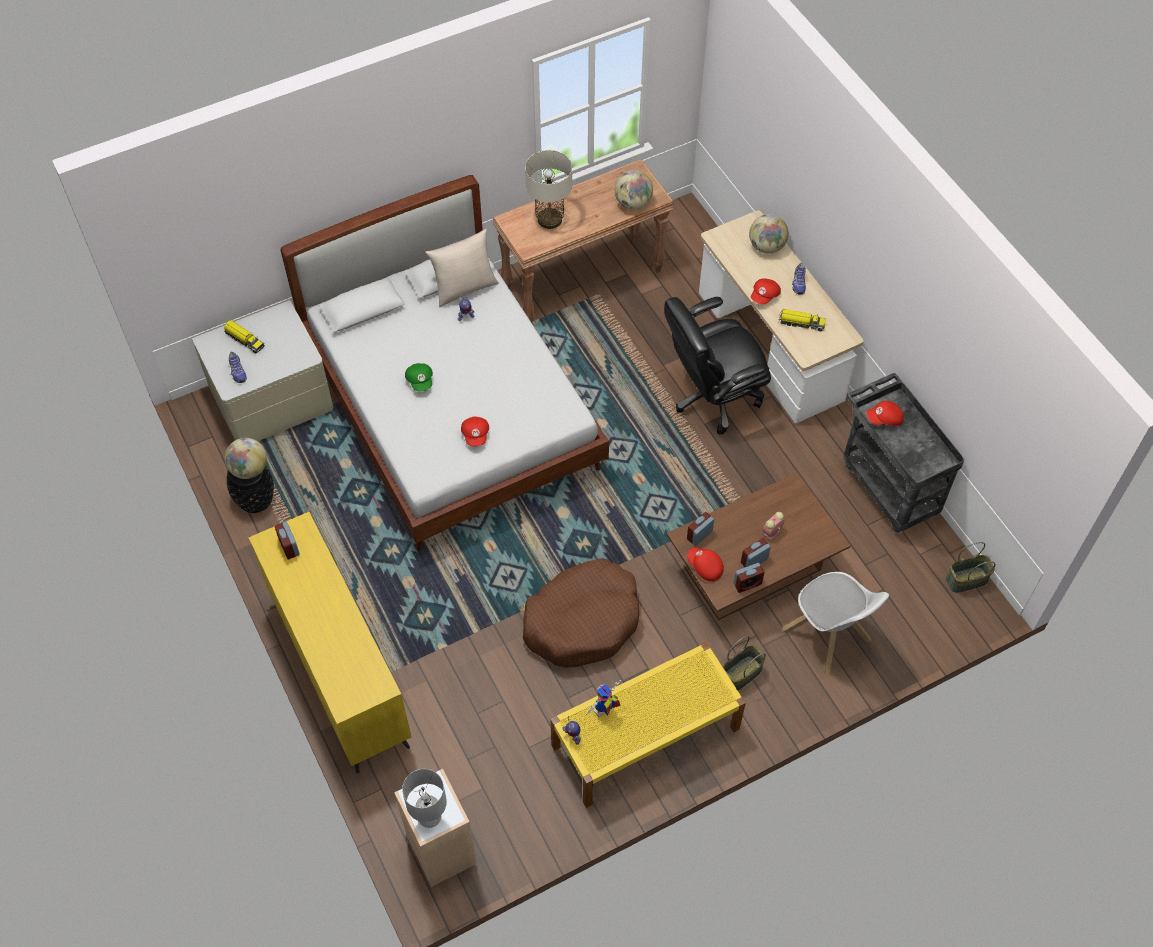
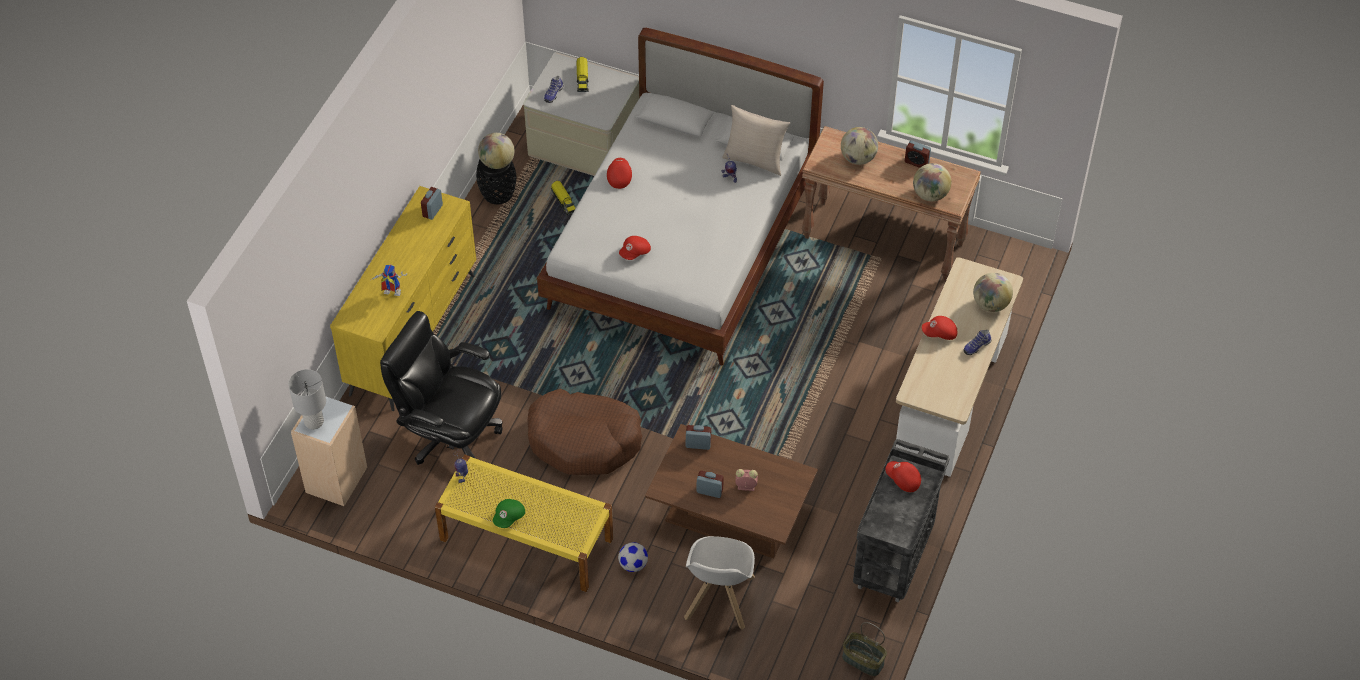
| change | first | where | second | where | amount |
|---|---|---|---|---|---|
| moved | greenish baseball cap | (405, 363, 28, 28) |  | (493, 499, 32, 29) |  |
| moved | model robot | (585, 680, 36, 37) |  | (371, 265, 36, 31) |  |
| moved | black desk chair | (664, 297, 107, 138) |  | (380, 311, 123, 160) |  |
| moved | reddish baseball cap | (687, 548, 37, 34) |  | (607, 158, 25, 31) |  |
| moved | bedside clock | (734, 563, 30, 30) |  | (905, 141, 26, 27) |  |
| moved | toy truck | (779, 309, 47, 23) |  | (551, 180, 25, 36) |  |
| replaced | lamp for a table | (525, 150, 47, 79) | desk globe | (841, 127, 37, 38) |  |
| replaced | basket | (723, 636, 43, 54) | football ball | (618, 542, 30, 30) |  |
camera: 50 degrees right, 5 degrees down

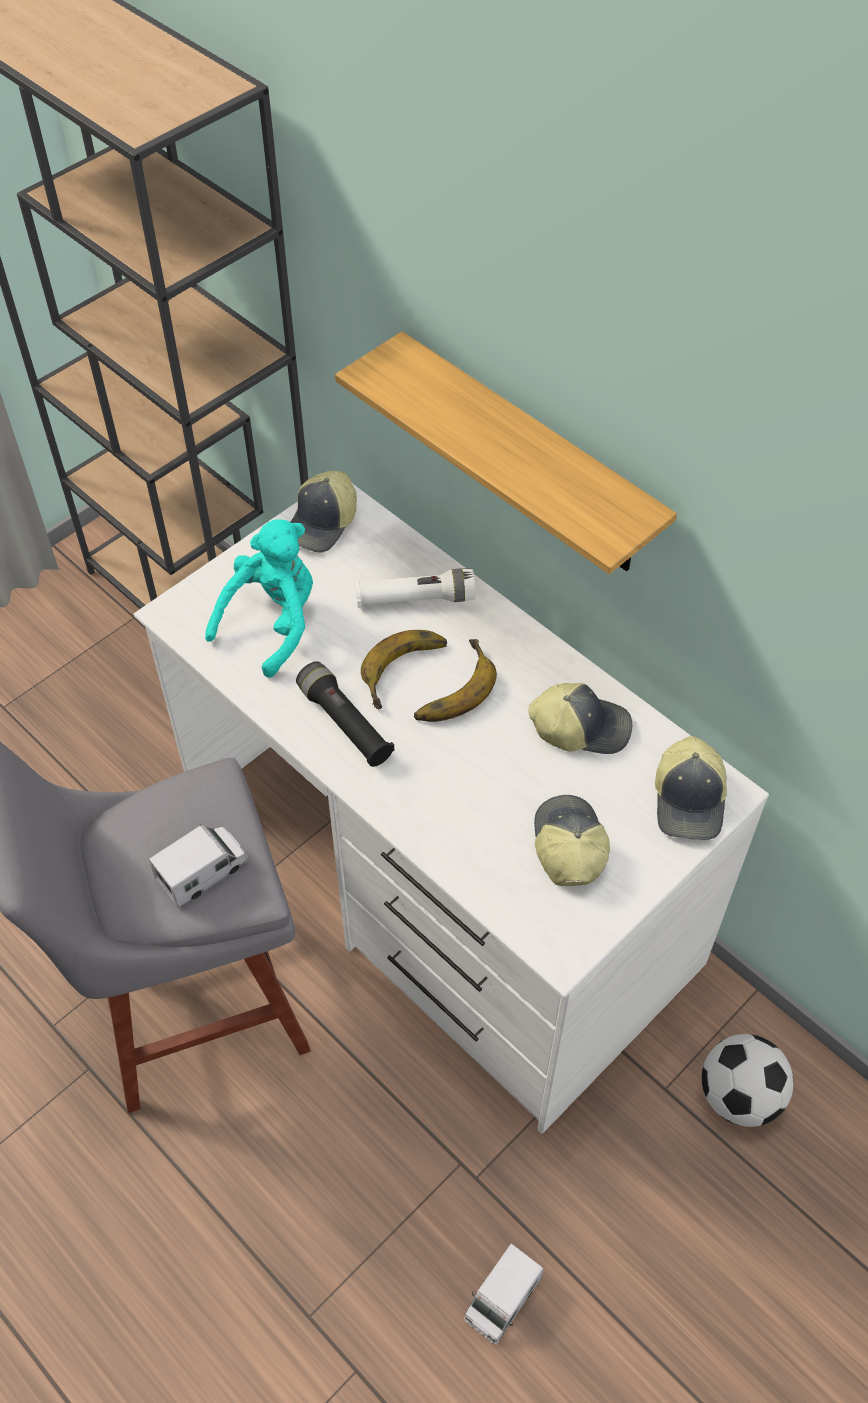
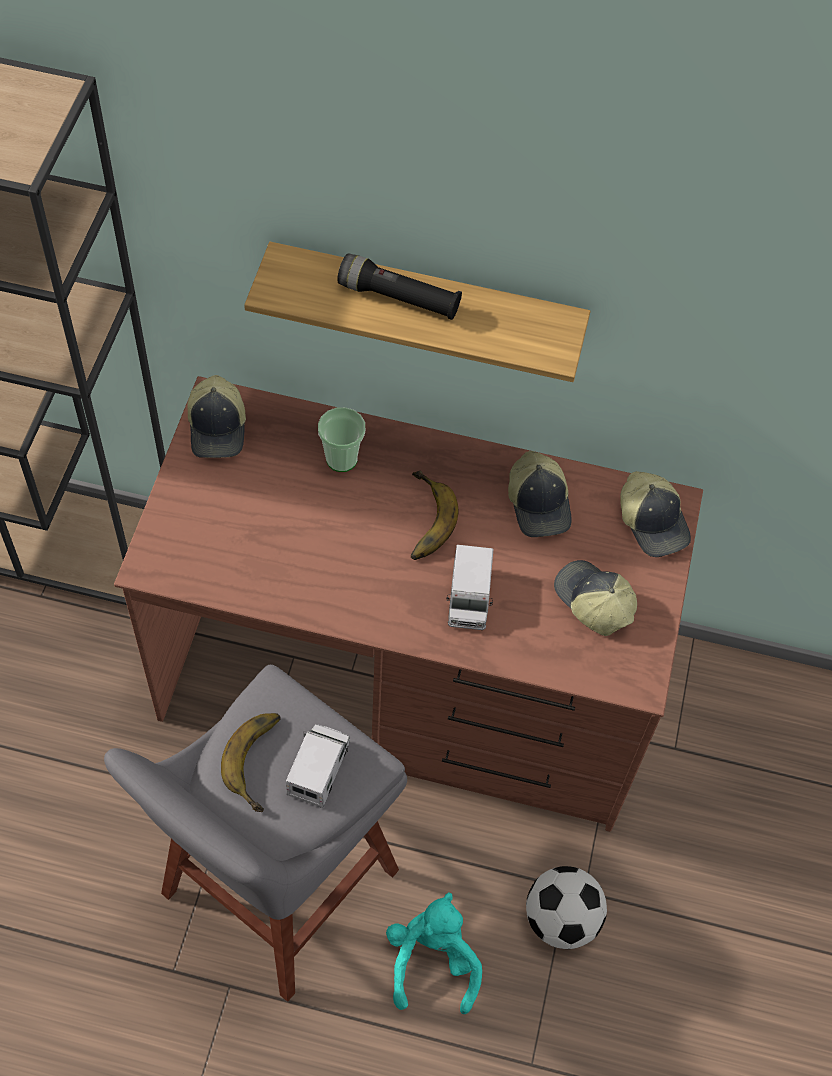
| change | first | where | second | where | amount |
|---|---|---|---|---|---|
| moved | turquoise plush toy | (205, 519, 108, 159) |  | (386, 892, 96, 122) |  |
| moved | black flashlight | (296, 661, 98, 106) |  | (337, 253, 125, 67) |  |
| moved | banana fruit | (361, 630, 86, 79) |  | (221, 713, 60, 99) |  |
| moved | toy truck | (464, 1244, 79, 100) |  | (447, 545, 46, 85) |  |
| moved | football ball | (702, 1034, 92, 93) |  | (526, 866, 81, 83) |  |
| replaced | white flashlight | (355, 568, 120, 40) | small cup | (318, 407, 47, 65) |  |
| recoloured | white desk unit | (134, 483, 635, 651) | brown desk unit | (114, 376, 589, 456) |  |
| turned | baseball cap | (528, 683, 104, 71) |  | (508, 451, 63, 86) | 105 degrees clockwise |
camera: 35 degrees left, 5 degrees up

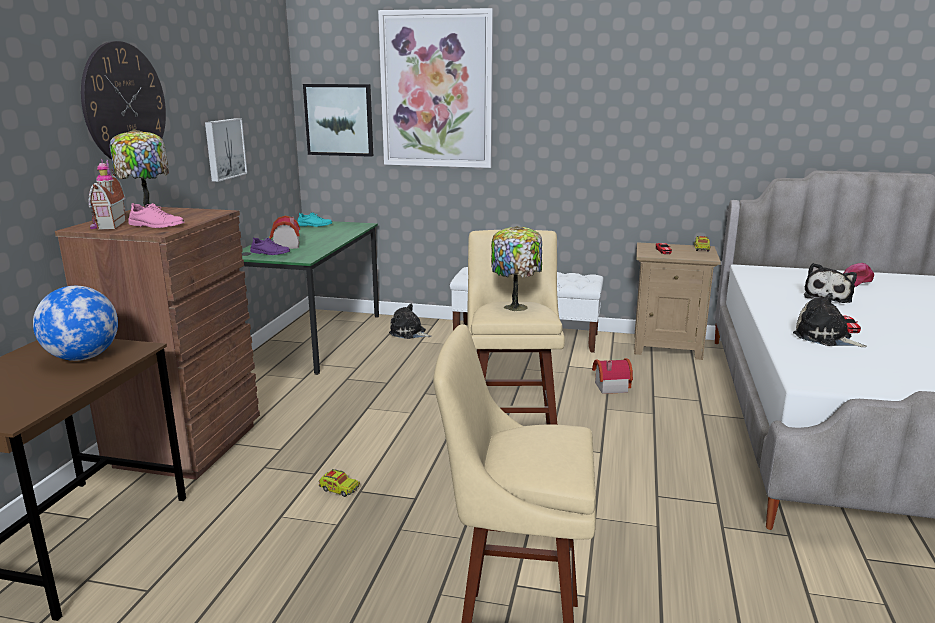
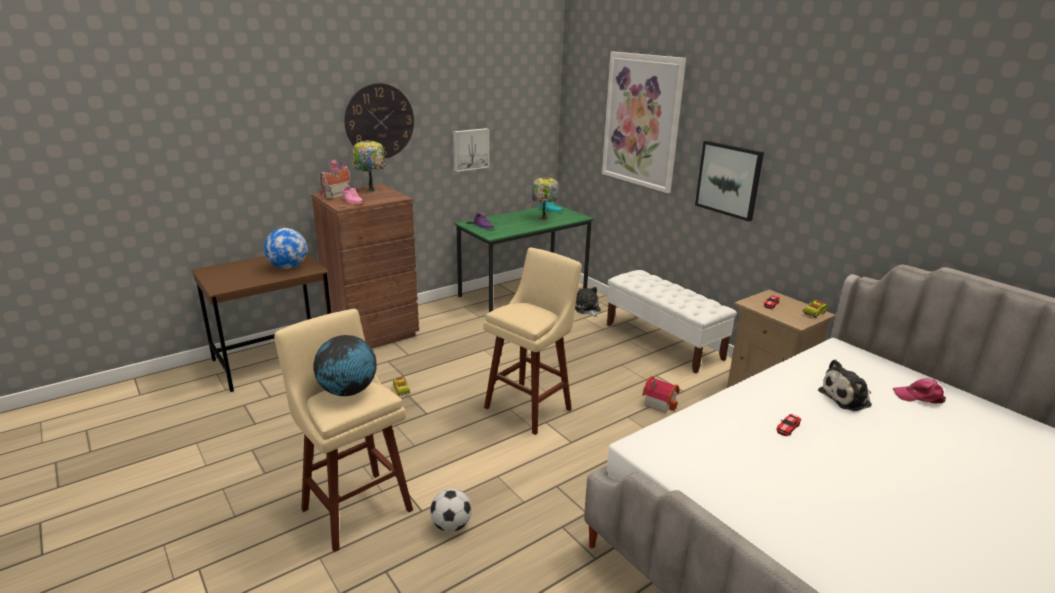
| change | first | where | second | where | amount |
|---|---|---|---|---|---|
| removed | miniature house | (269, 216, 31, 33) |  |  |  |
| removed | plush toy | (793, 293, 74, 54) |  |  |  |
| added |  |  | desk globe | (313, 335, 64, 61) |  |
| added |  |  | football ball | (430, 489, 42, 43) |  |
| moved | wall picture | (303, 84, 70, 73) |  | (695, 141, 69, 81) |  |
| moved | lamp for a table | (491, 226, 51, 85) |  | (532, 177, 26, 44) |  |
camera: 40 degrees right, 5 degrees up

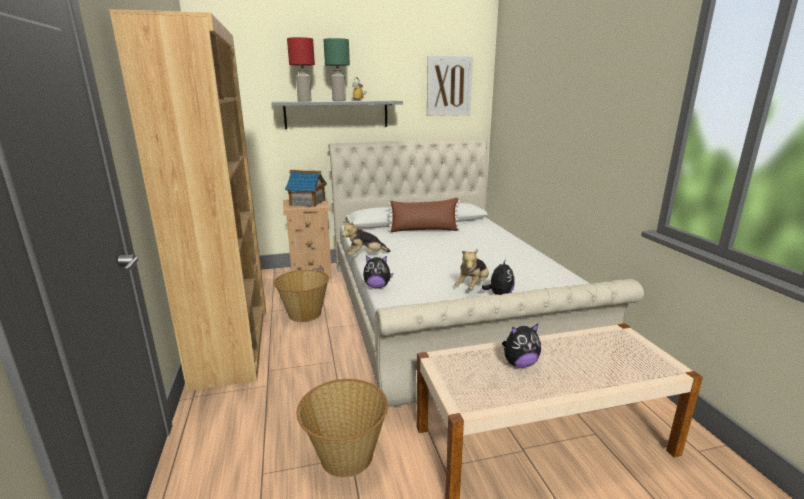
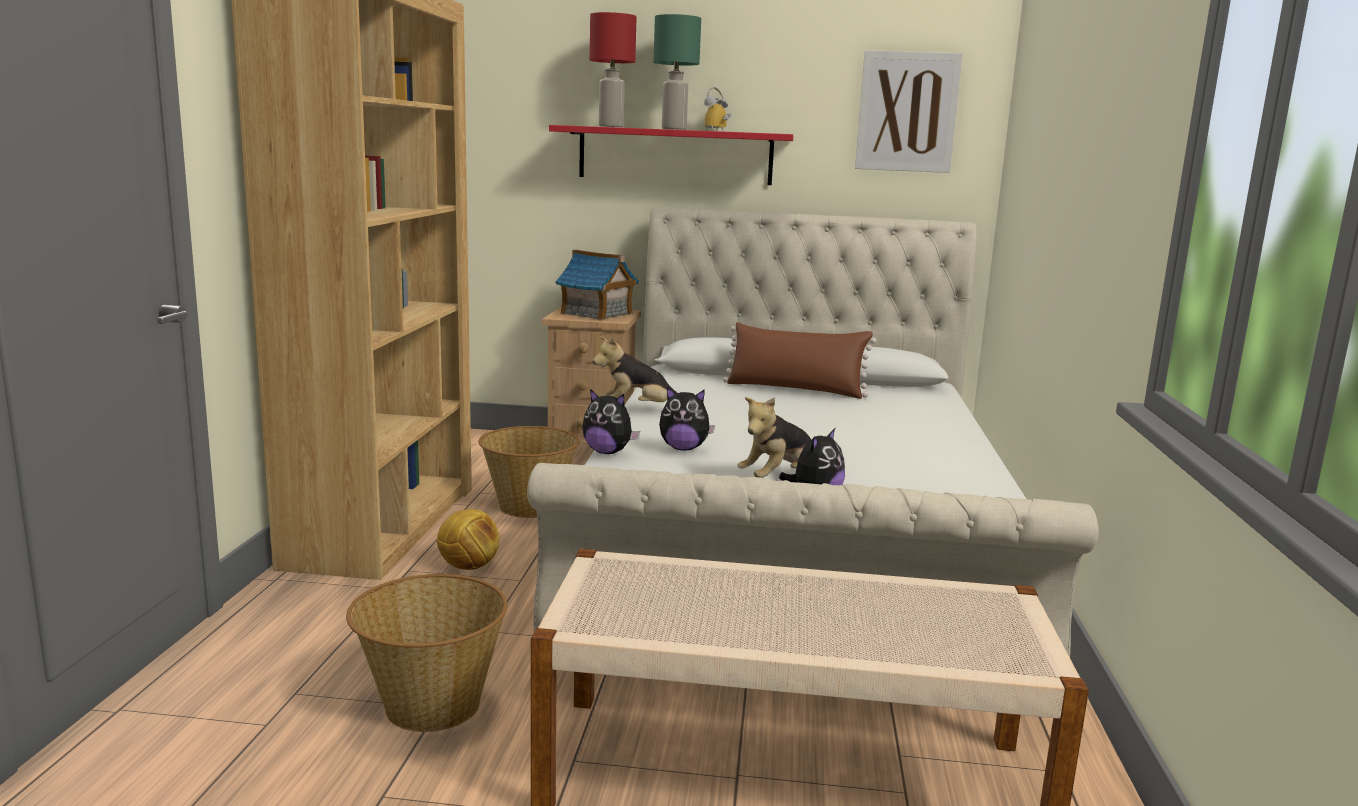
| change | first | where | second | where | amount |
|---|---|---|---|---|---|
| added |  |  | football ball | (437, 509, 62, 61) |  |
| moved | plush toy | (502, 324, 39, 44) |  | (659, 387, 56, 63) |  |
| recoloured | gray bracket shelf | (271, 100, 132, 29) | reddish bracket shelf | (549, 125, 244, 60) |  |
camera: 20 degrees right, 5 degrees down

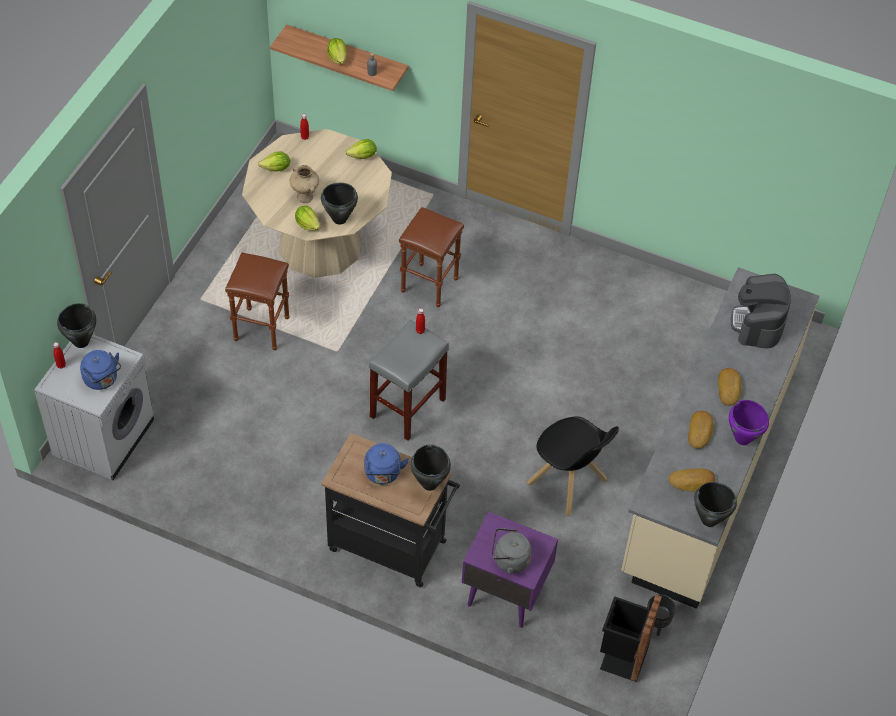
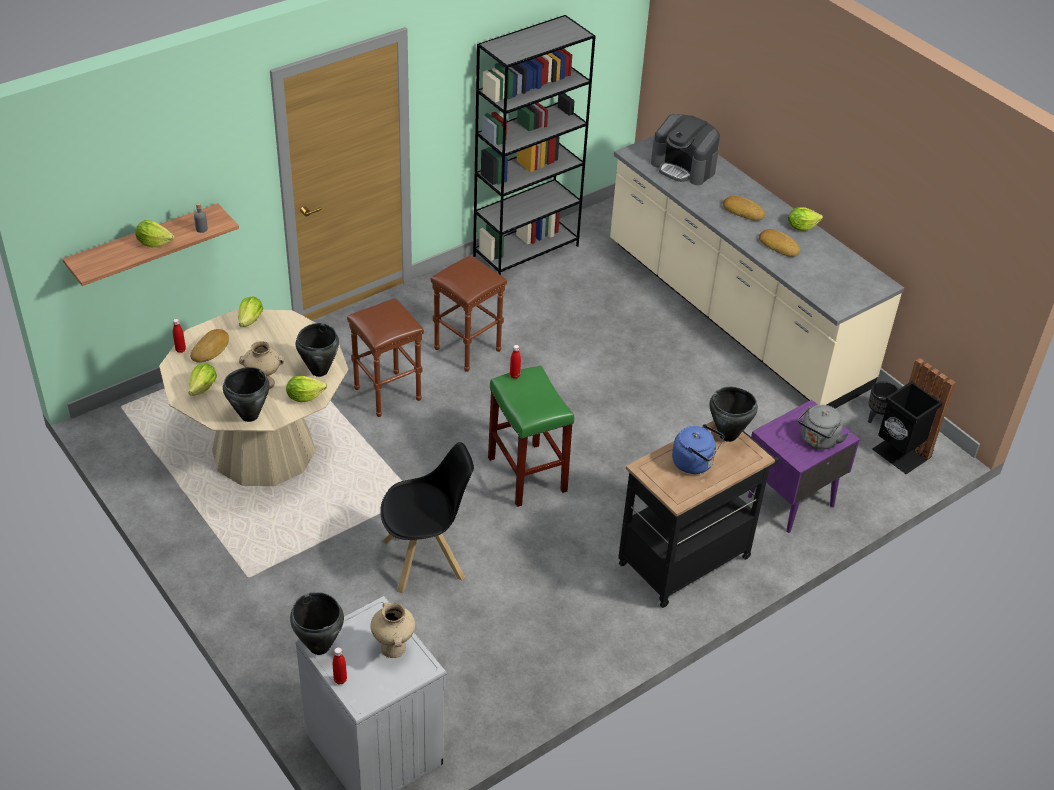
| change | first | where | second | where | amount |
|---|---|---|---|---|---|
| added |  |  | gray bookcase | (473, 15, 123, 260) |  |
| moved | brown sitting stool | (225, 252, 65, 98) |  | (431, 256, 76, 116) |  |
| moved | black chair | (527, 417, 92, 99) |  | (380, 442, 94, 151) |  |
| moved | bakery bread | (668, 468, 47, 24) |  | (190, 329, 39, 34) |  |
| moved | black cooking pot | (694, 482, 43, 45) |  | (223, 367, 46, 55) |  |
| replaced | blue-coloured kettle | (80, 350, 41, 40) | sand-coloured decorative vase | (370, 602, 45, 56) |  |
| replaced | purple-coloured cooking pot | (729, 400, 40, 45) | lettuce | (788, 207, 35, 24) |  |
| recoloured | gray sitting stool | (369, 320, 80, 121) | greenish sitting stool | (488, 366, 86, 141) |  |
camera: 60 degrees left, 10 degrees down

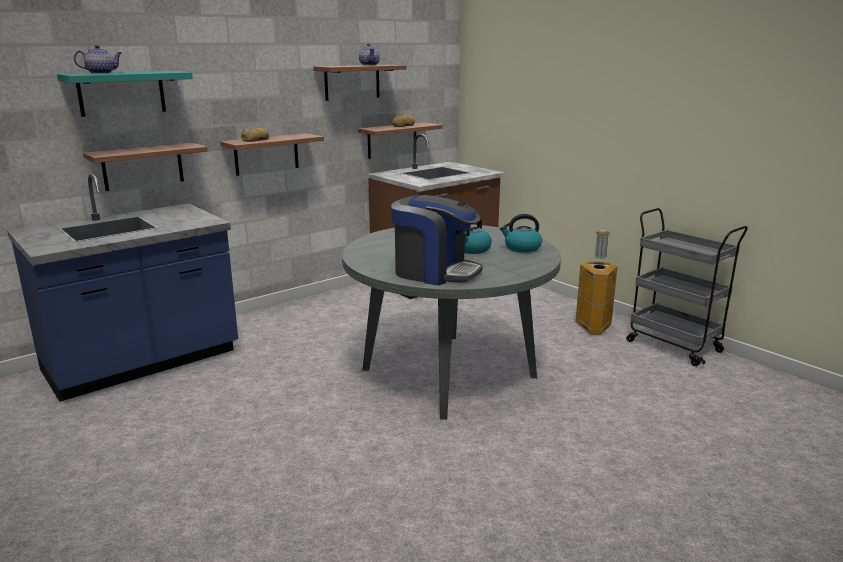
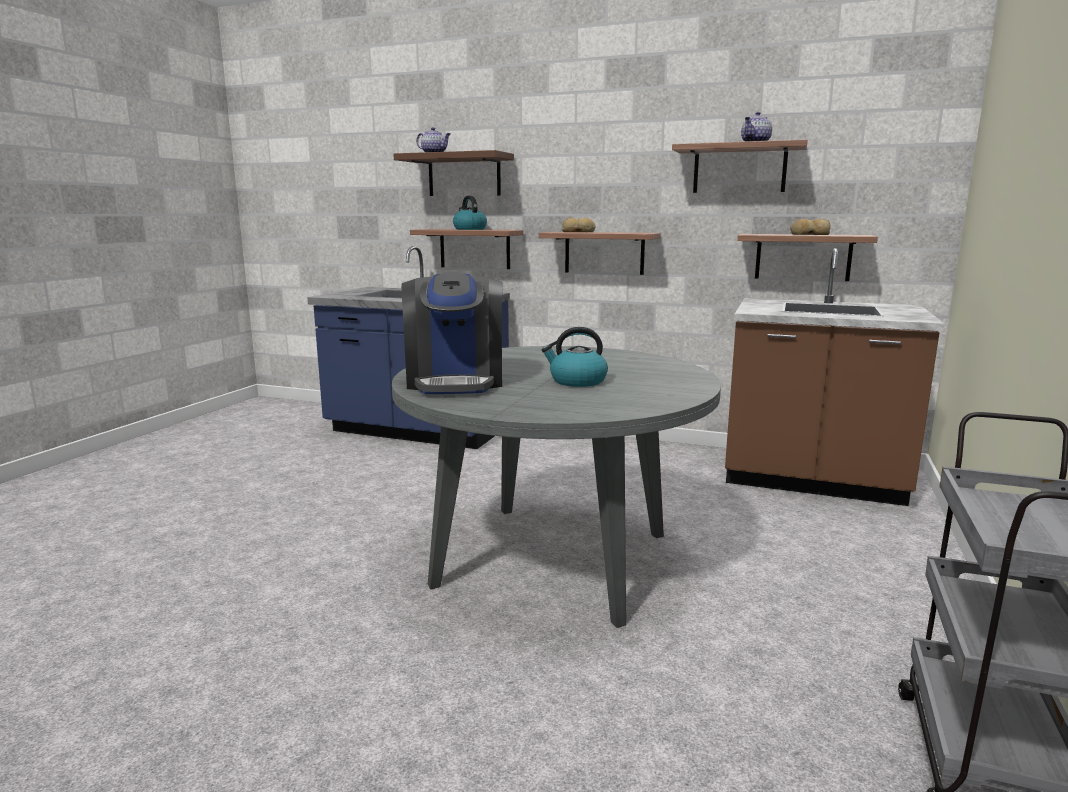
| change | first | where | second | where | amount |
|---|---|---|---|---|---|
| removed | waste bin | (575, 230, 43, 105) |  |  |  |
| moved | kettle | (500, 214, 42, 39) |  | (453, 196, 34, 34) |  |
| recoloured | turquoise bracket shelf | (57, 71, 136, 46) | brown bracket shelf | (394, 150, 120, 46) |  |
camera: 60 degrees right, 5 degrees down

